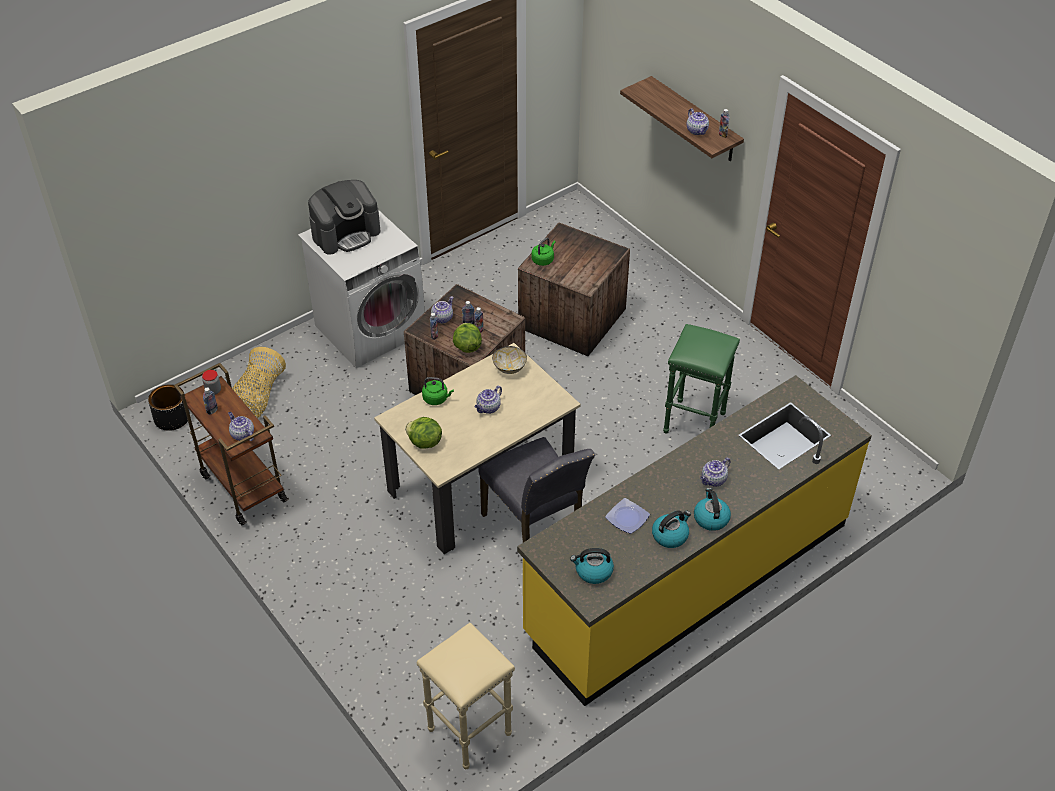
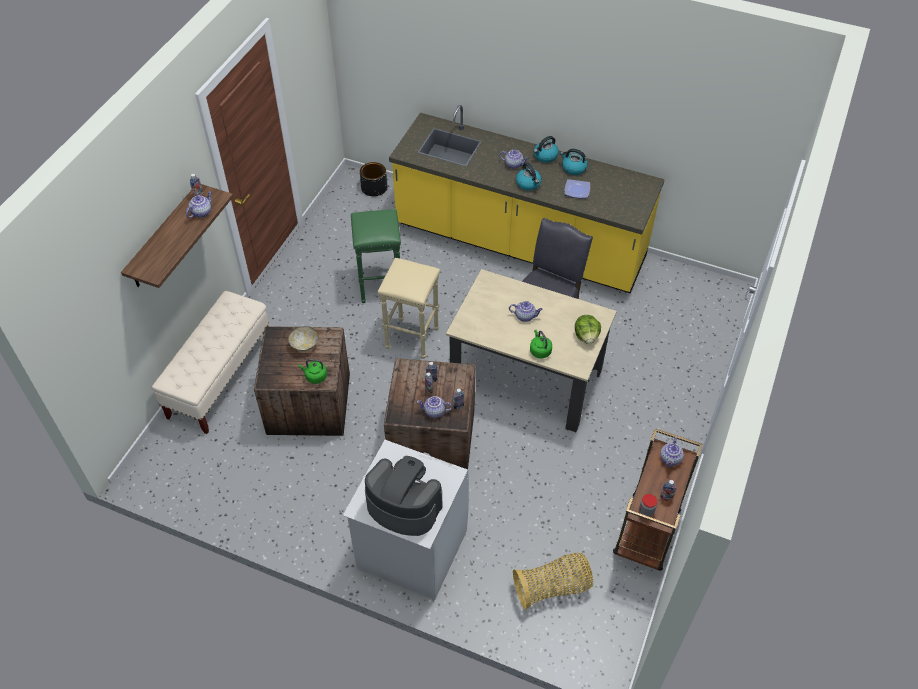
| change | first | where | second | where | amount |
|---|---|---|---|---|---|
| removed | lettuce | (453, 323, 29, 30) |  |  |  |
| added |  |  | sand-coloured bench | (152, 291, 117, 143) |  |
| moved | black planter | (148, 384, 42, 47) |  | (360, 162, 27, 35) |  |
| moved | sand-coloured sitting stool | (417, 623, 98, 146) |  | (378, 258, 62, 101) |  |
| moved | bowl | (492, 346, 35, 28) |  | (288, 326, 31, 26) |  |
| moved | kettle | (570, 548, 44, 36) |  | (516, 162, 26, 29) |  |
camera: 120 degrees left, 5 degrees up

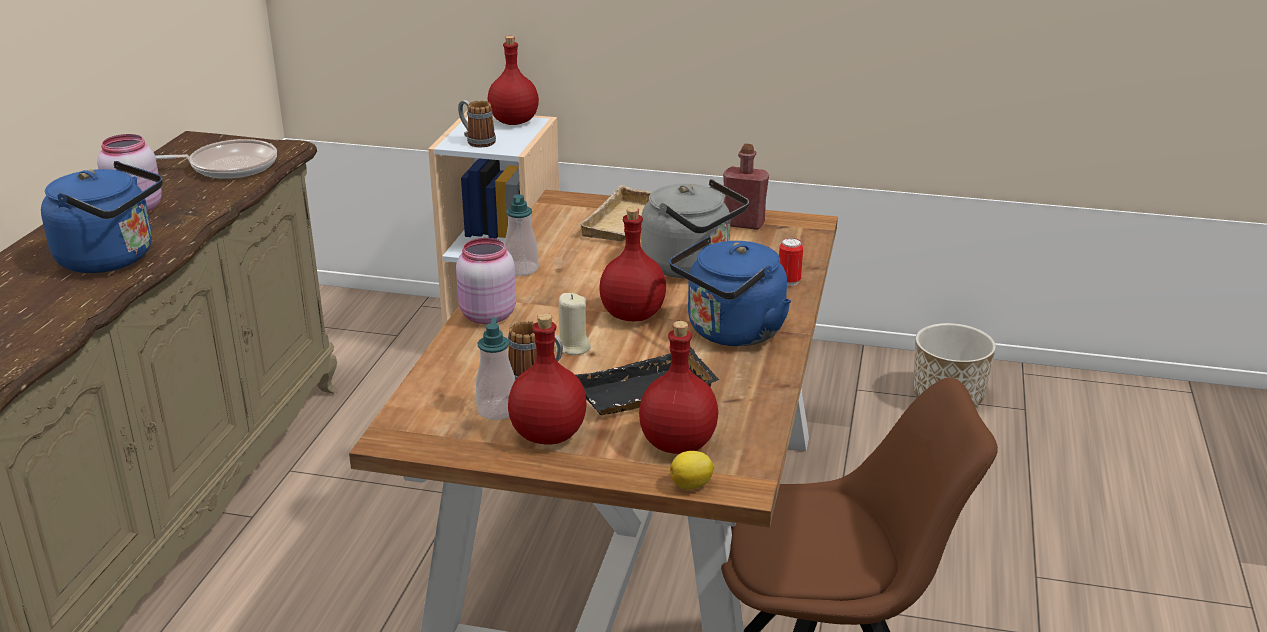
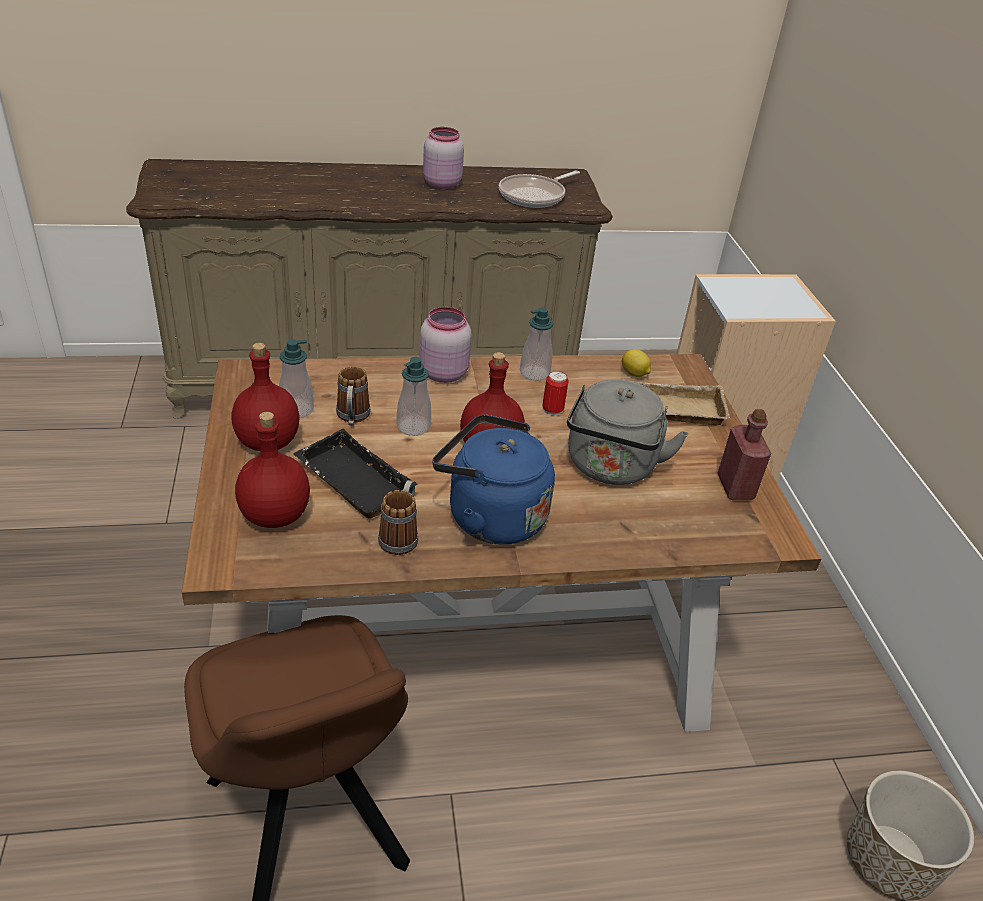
| change | first | where | second | where | amount |
|---|---|---|---|---|---|
| removed | blue-coloured kettle | (41, 161, 121, 112) |  |  |  |
| removed | reddish bottle | (488, 36, 51, 89) |  |  |  |
| moved | coffee mug | (458, 100, 38, 47) |  | (378, 480, 40, 75) |  |
| moved | whole lemon | (670, 451, 44, 38) |  | (622, 349, 29, 28) |  |
| moved | can | (779, 238, 24, 48) |  | (542, 371, 26, 45) |  |
| replaced | sand-coloured wax light | (555, 293, 36, 62) | liquid soap bottle | (397, 357, 34, 79) |  |
| turned | frying pan | (155, 139, 122, 40) |  | (499, 171, 81, 37) | 75 degrees clockwise |
camera: 65 degrees right, 10 degrees up

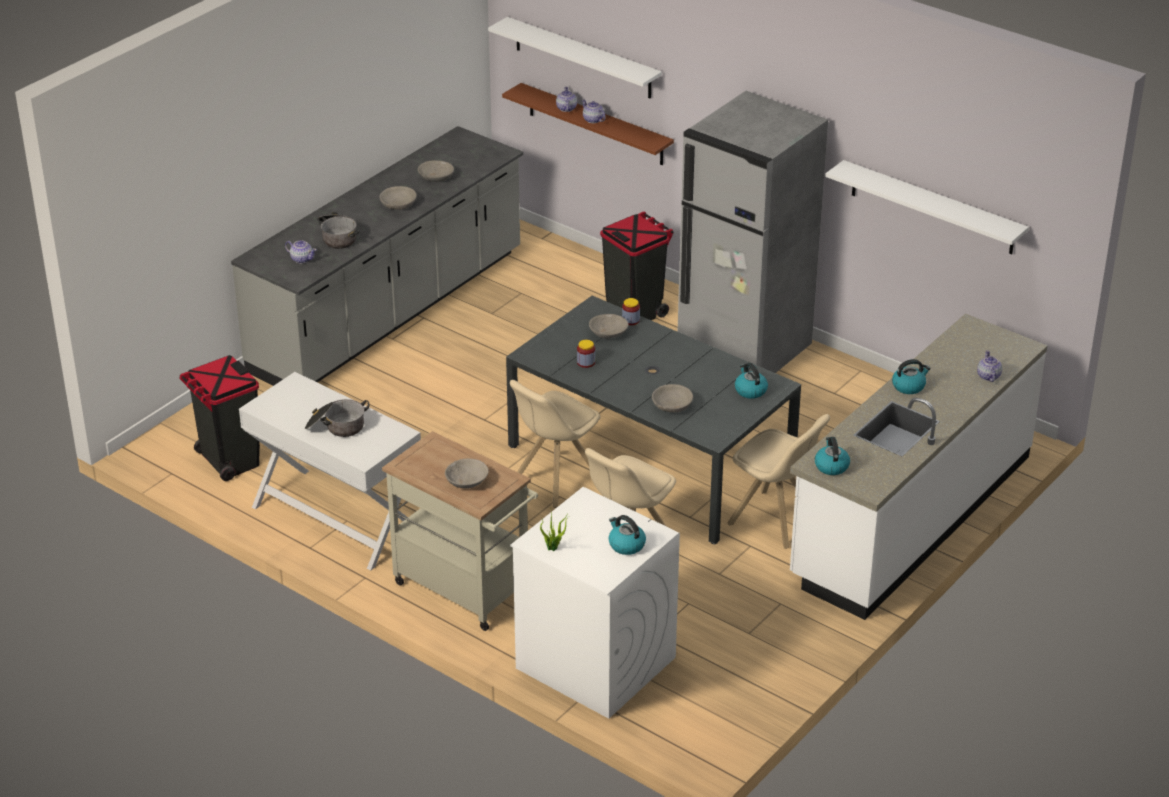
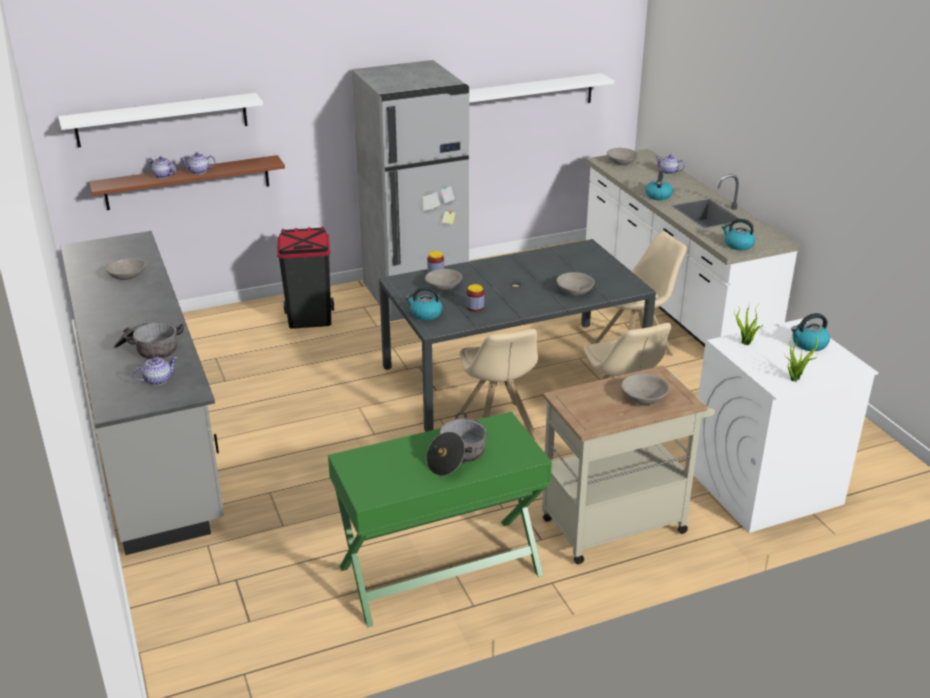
| change | first | where | second | where | amount |
|---|---|---|---|---|---|
| removed | black waste bin | (179, 355, 81, 126) |  |  |  |
| added |  |  | potted plant | (734, 303, 29, 42) |  |
| moved | gray bowl | (380, 186, 37, 24) |  | (607, 148, 31, 17) |  |
| moved | kettle | (735, 363, 33, 36) |  | (405, 287, 37, 33) |  |
| recoloured | white hall table | (239, 372, 182, 199) | greenish hall table | (328, 411, 224, 216) |  |
camera: 60 degrees left, 5 degrees down

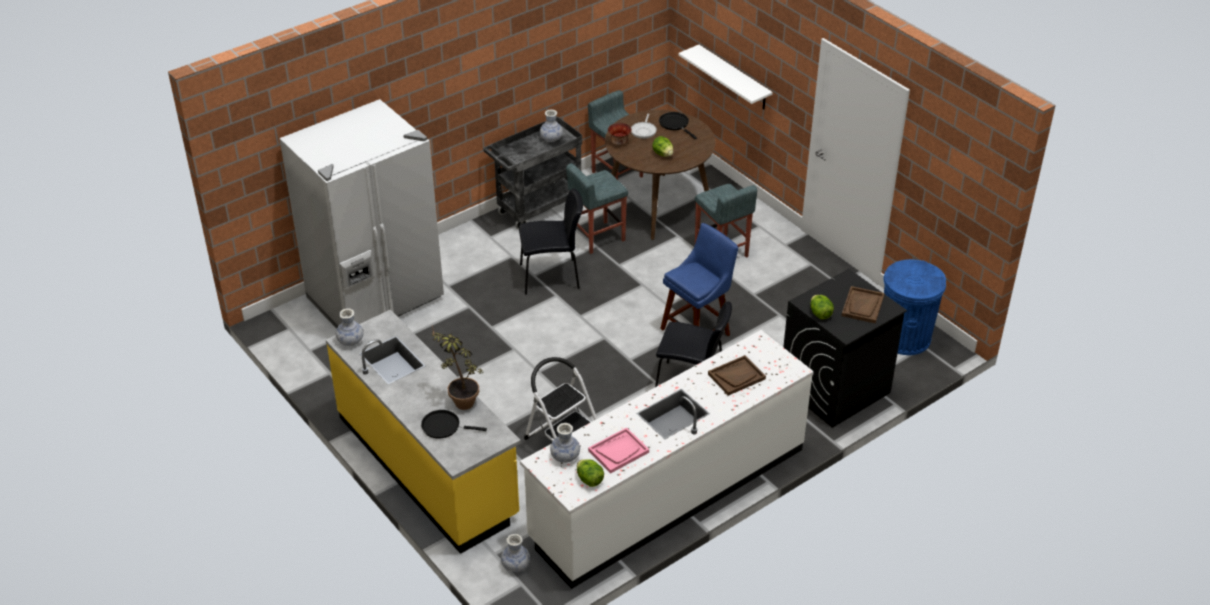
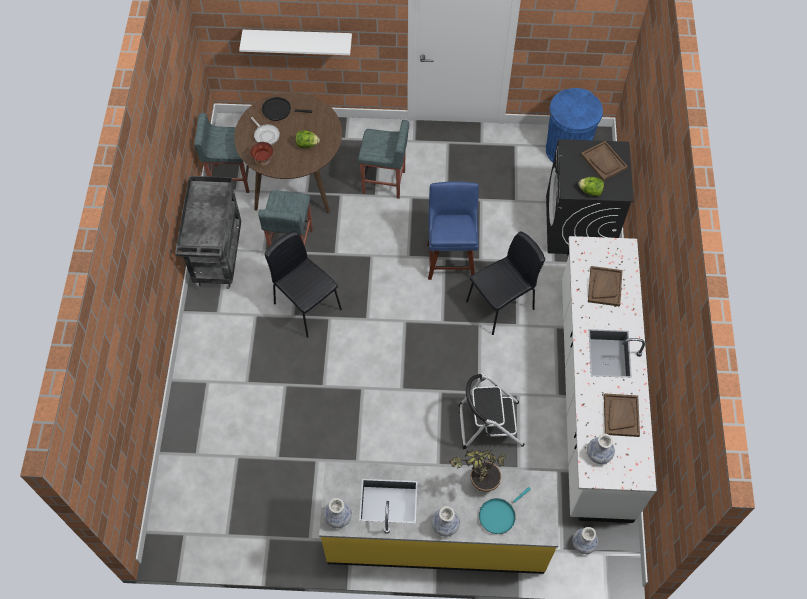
| change | first | where | second | where | amount |
|---|---|---|---|---|---|
| removed | white kitchen fridge | (280, 99, 164, 230) |  |  |  |
| removed | lettuce | (577, 459, 27, 28) |  |  |  |
| moved | decorative vase | (540, 109, 23, 33) |  | (432, 506, 28, 31) |  |
| recoloured | black frying pan | (421, 410, 66, 29) | turquoise frying pan | (479, 487, 52, 47) |  |
| recoloured | pink-coloured serving tray | (588, 427, 61, 46) | brown serving tray | (604, 393, 36, 44) |  |
| turned | black chair | (519, 189, 64, 106) |  | (264, 231, 78, 107) | 75 degrees counterclockwise |
camera: 50 degrees left, 20 degrees up

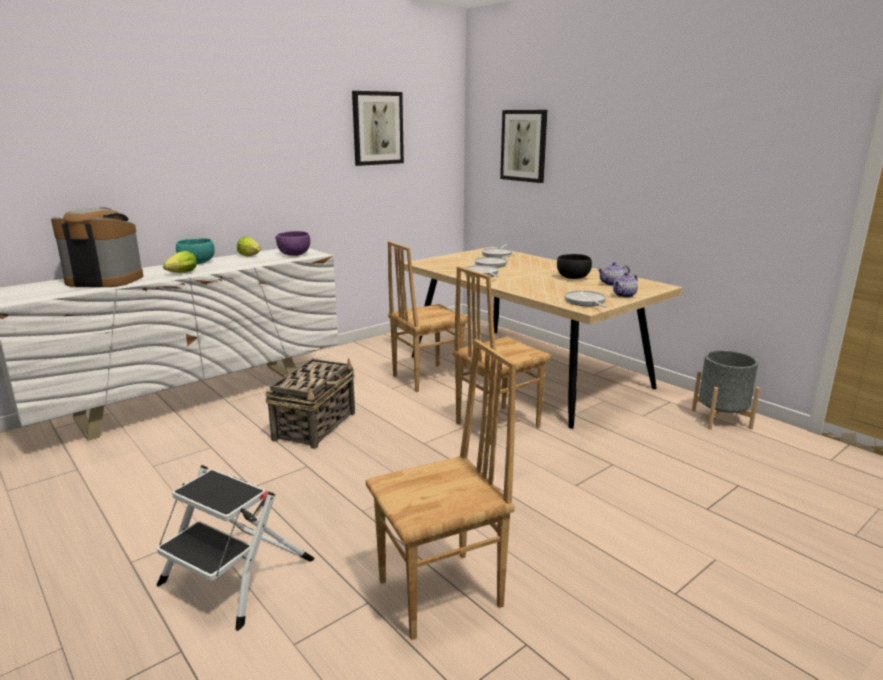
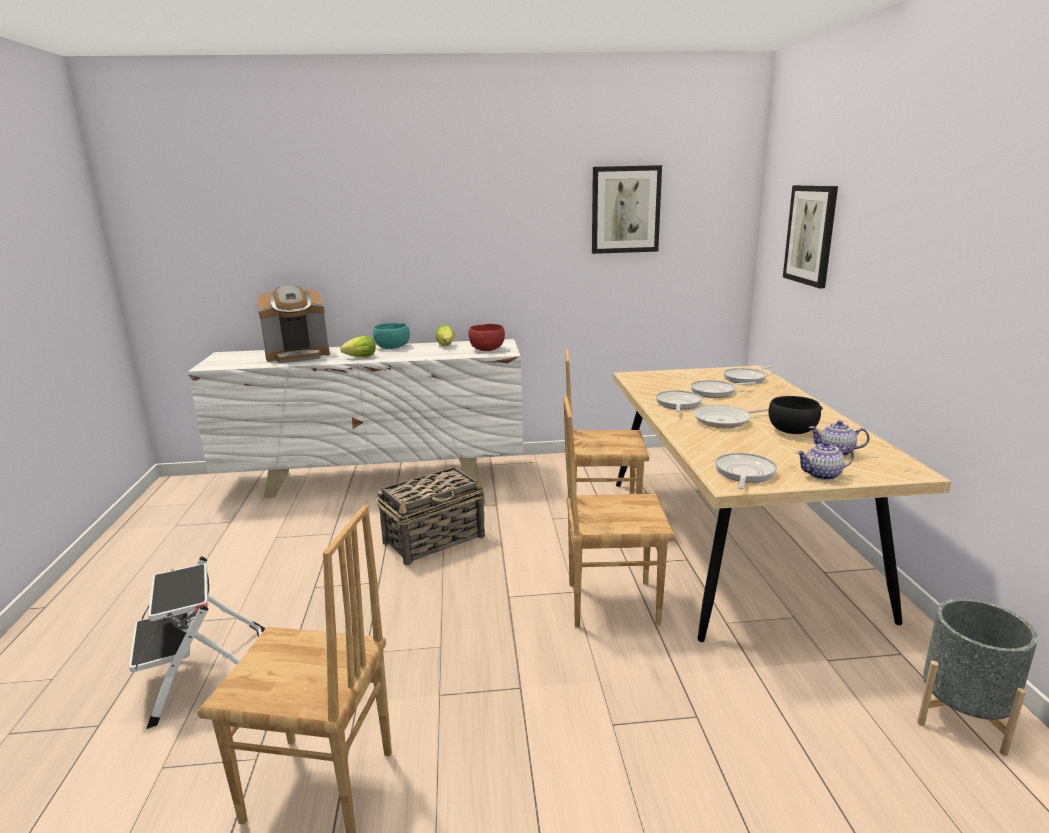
| change | first | where | second | where | amount |
|---|---|---|---|---|---|
| added |  |  | frying pan | (693, 405, 76, 23) |  |
| recoloured | purple-coloured bowl | (275, 231, 35, 25) | reddish bowl | (469, 324, 36, 27) |  |
| turned | coffee maker | (51, 208, 92, 79) |  | (257, 285, 73, 78) | 120 degrees clockwise |
camera: 35 degrees right, 0 degrees up

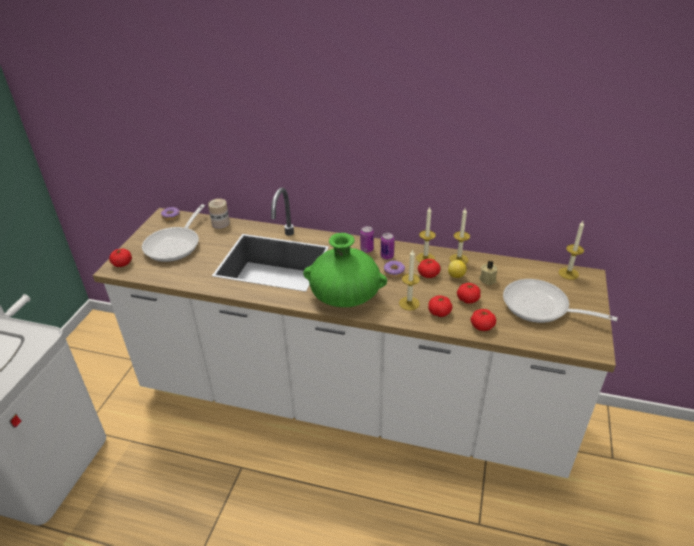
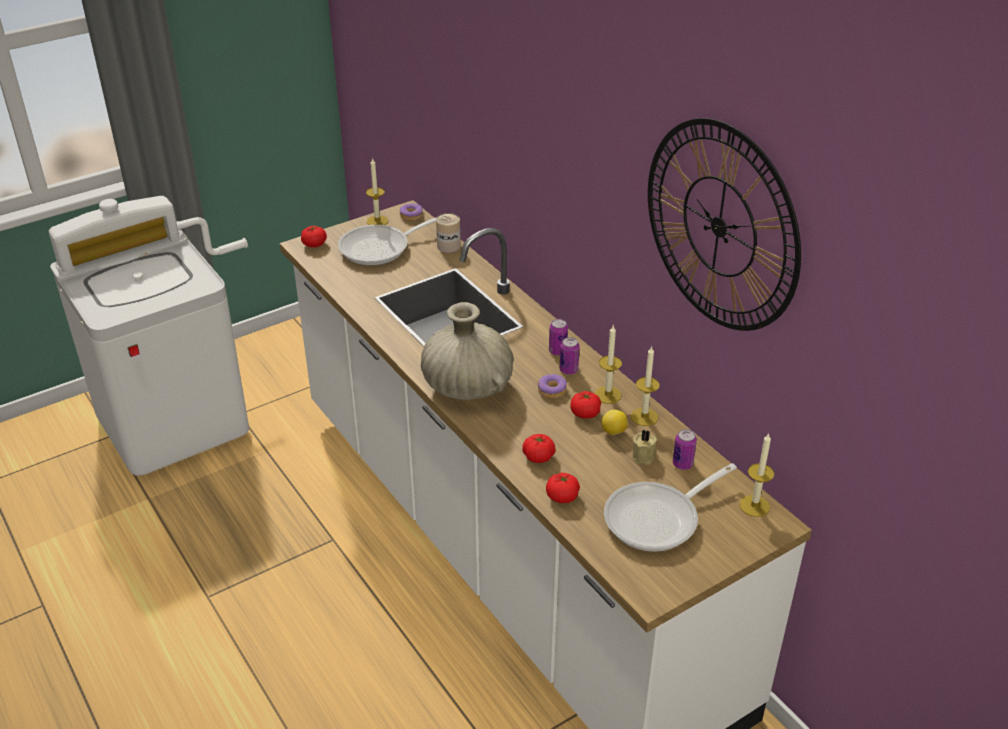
| change | first | where | second | where | amount |
|---|---|---|---|---|---|
| removed | fresh tomato | (457, 283, 24, 21) |  |  |  |
| added |  |  | wall clock | (648, 118, 153, 213) |  |
| added |  |  | can | (673, 429, 24, 41) |  |
| moved | wax light | (399, 250, 21, 61) |  | (366, 158, 22, 67) |  |
| recoloured | greenish decorative vase | (303, 233, 84, 74) | sand-coloured decorative vase | (421, 302, 92, 98) |  |
| turned | frying pan | (503, 279, 115, 44) |  | (604, 463, 133, 89) | 105 degrees counterclockwise |
camera: 40 degrees right, 0 degrees up

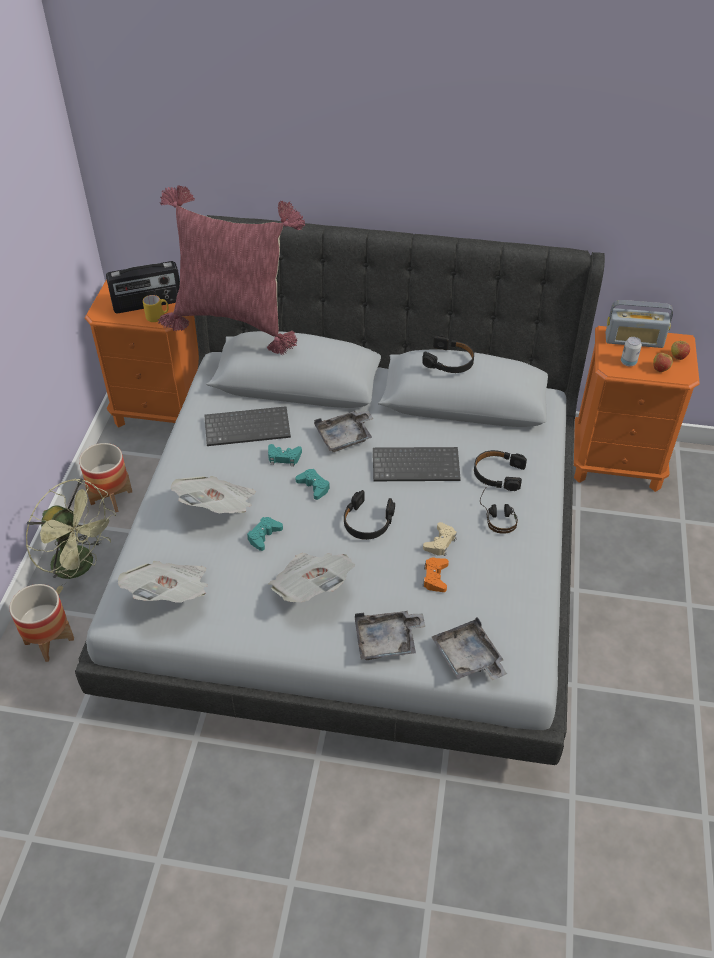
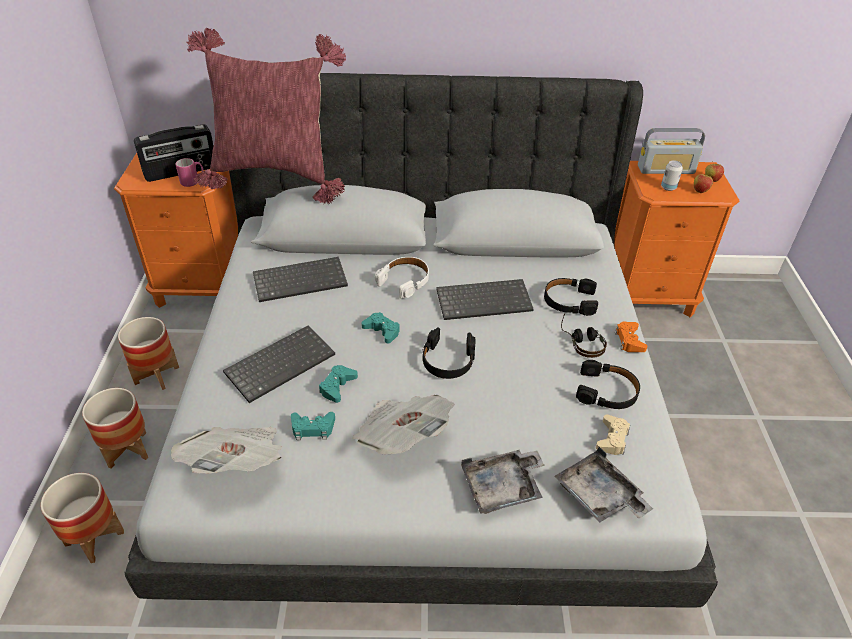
| change | first | where | second | where | amount |
|---|---|---|---|---|---|
| moved | turquoise joypad | (268, 444, 34, 22) |  | (291, 412, 44, 28) |  |
| moved | black pair of headphones | (422, 335, 52, 38) |  | (576, 360, 64, 49) |  |
| moved | sand-coloured joypad | (423, 522, 34, 34) |  | (596, 414, 34, 41) |  |
| moved | orange-coloured joypad | (423, 558, 26, 34) |  | (615, 322, 32, 30) |  |
| replaced | greenish cooling fan | (26, 478, 91, 116) | planter | (82, 388, 66, 81) |  |
| replaced | daily paper | (171, 476, 85, 37) | keyboard | (223, 325, 112, 78) |  |
| replaced | gray serving tray | (314, 410, 59, 42) | white pair of headphones | (375, 257, 54, 42) |  |
| recoloured | yellow-coloured coffee mug | (143, 295, 26, 27) | pink-coloured coffee mug | (176, 158, 28, 29) |  |
camera: 10 degrees left, 5 degrees down

